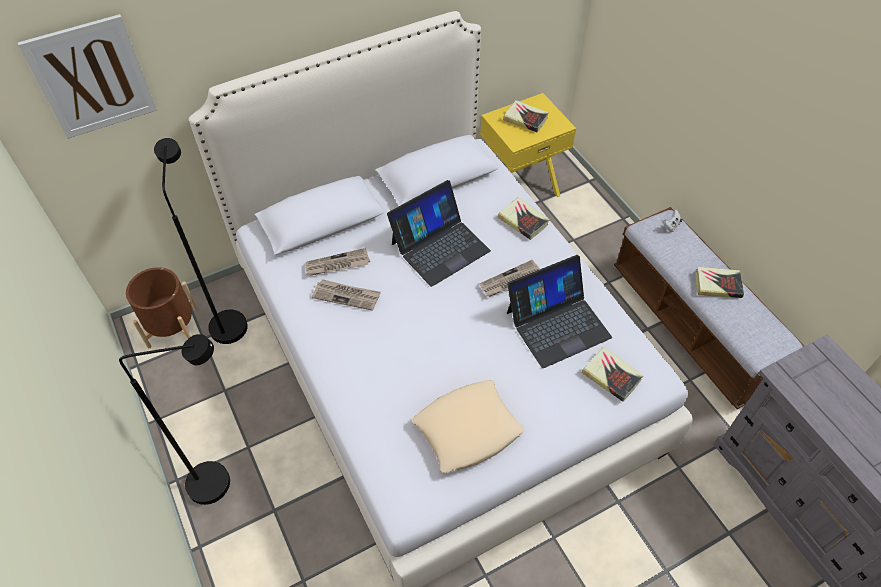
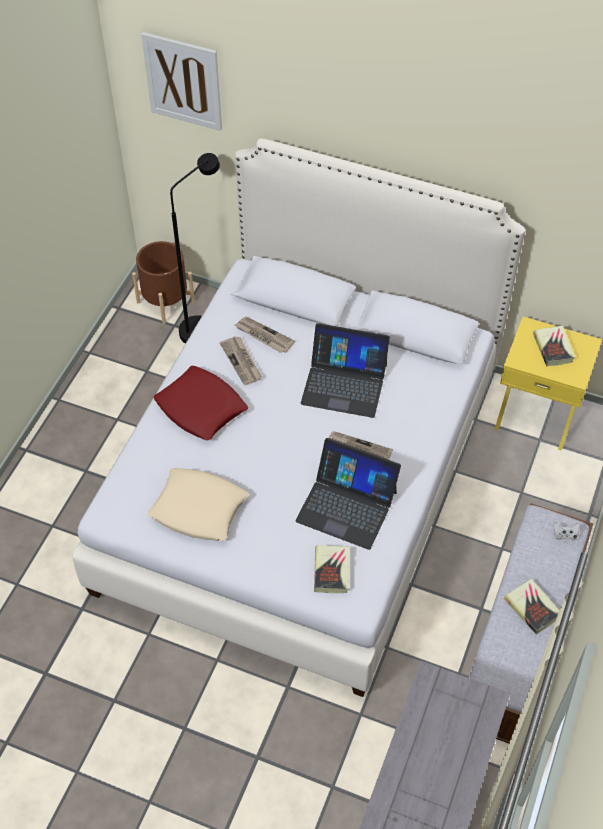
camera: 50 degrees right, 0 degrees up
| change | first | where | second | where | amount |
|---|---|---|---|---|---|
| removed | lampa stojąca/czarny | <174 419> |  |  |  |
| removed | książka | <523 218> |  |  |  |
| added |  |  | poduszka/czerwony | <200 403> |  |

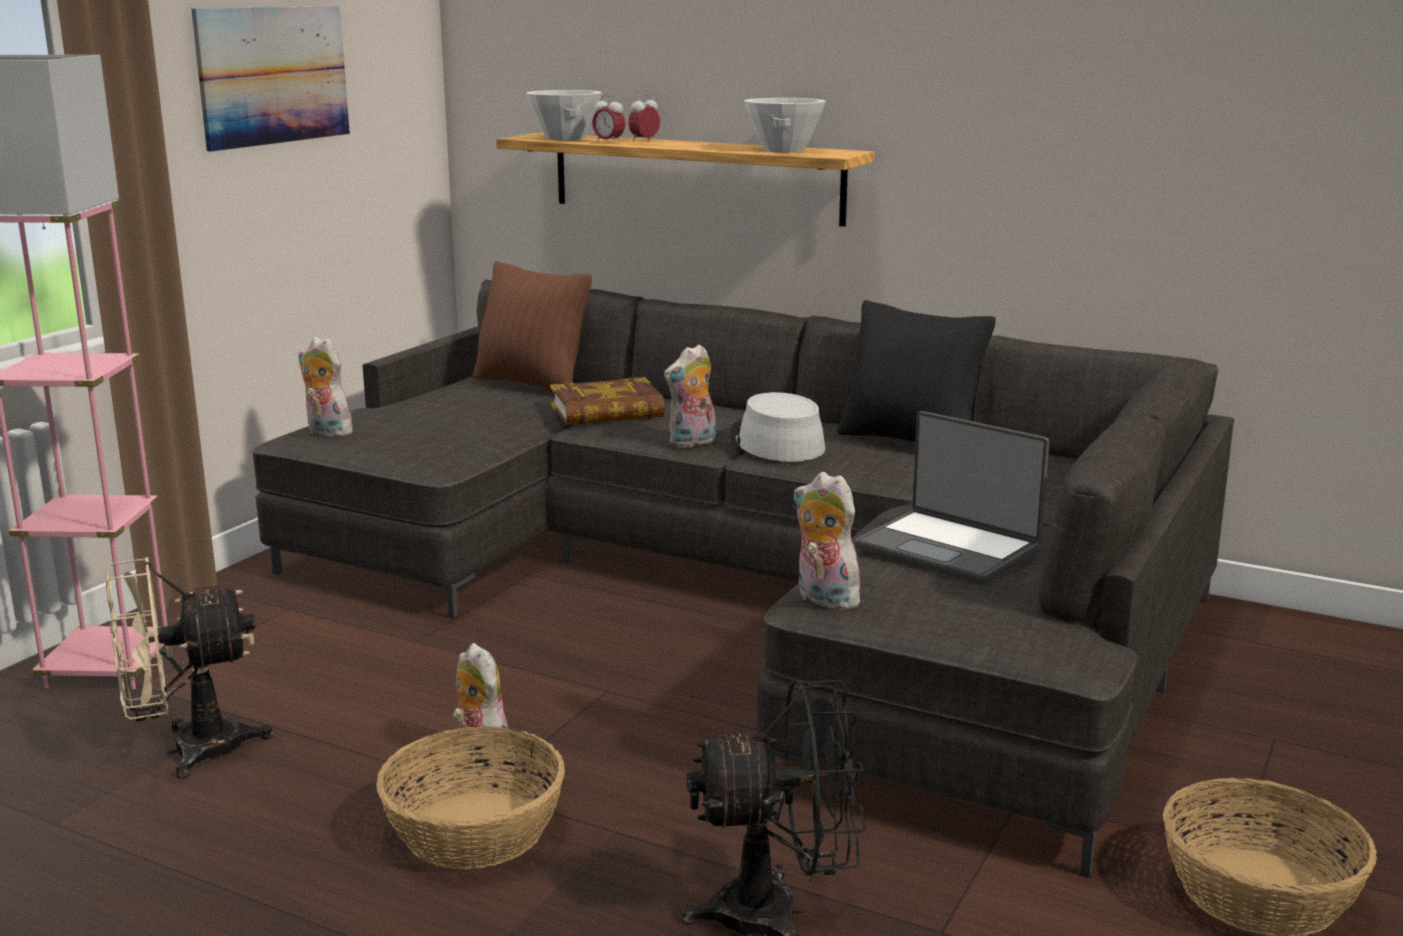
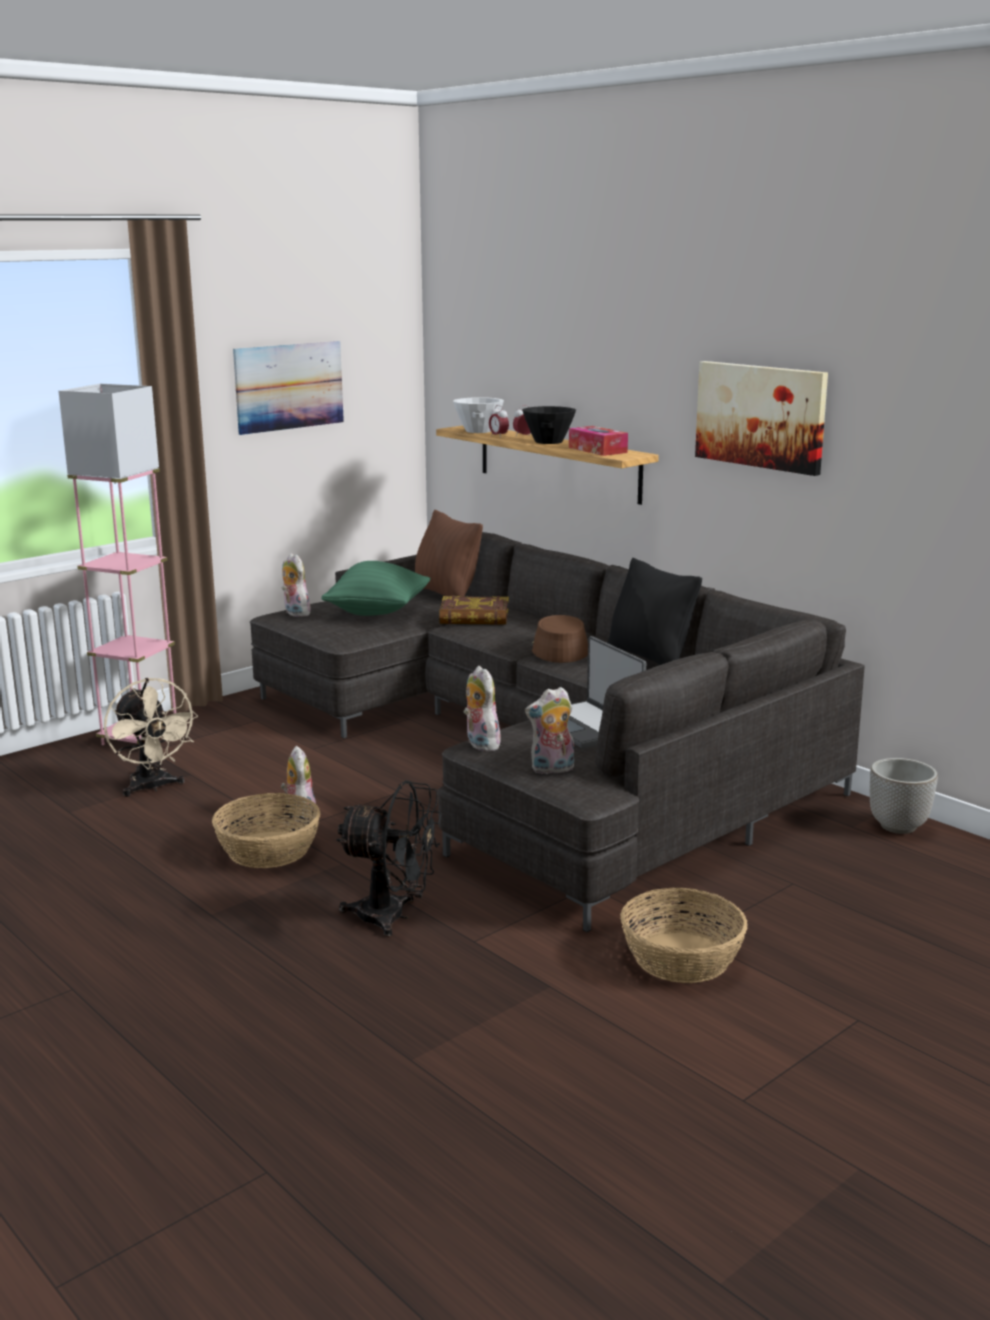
camera: 20 degrees right, 0 degrees up
| change | first | where | second | where | amount |
|---|---|---|---|---|---|
| turned | wentylator/beżowy | <189 668> |  | <151 737> | 120 degrees counterclockwise |
| moved | pluszak | <690 396> |  | <549 731> |  |
| recoloured | kapelusz/szary | <777 427> | kapelusz/brązowy | <560 639> |  |
| replaced | miska/biały | <785 125> | pudełko chusteczek | <598 441> |  |
| added |  |  | poduszka/zielony | <376 588> |  |
| added |  |  | miska/czarny | <549 425> |  |
| added |  |  | obraz | <761 418> |  |
| added |  |  | donica | <904 796> |  |

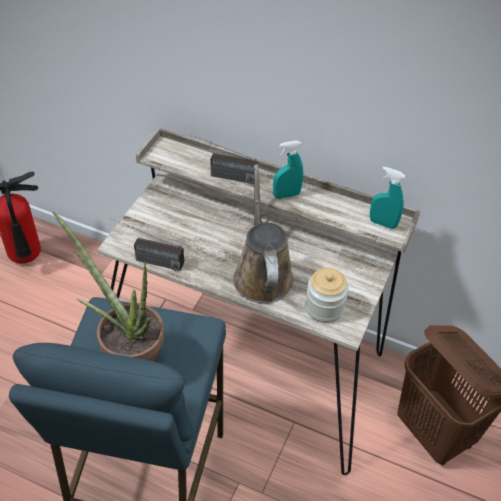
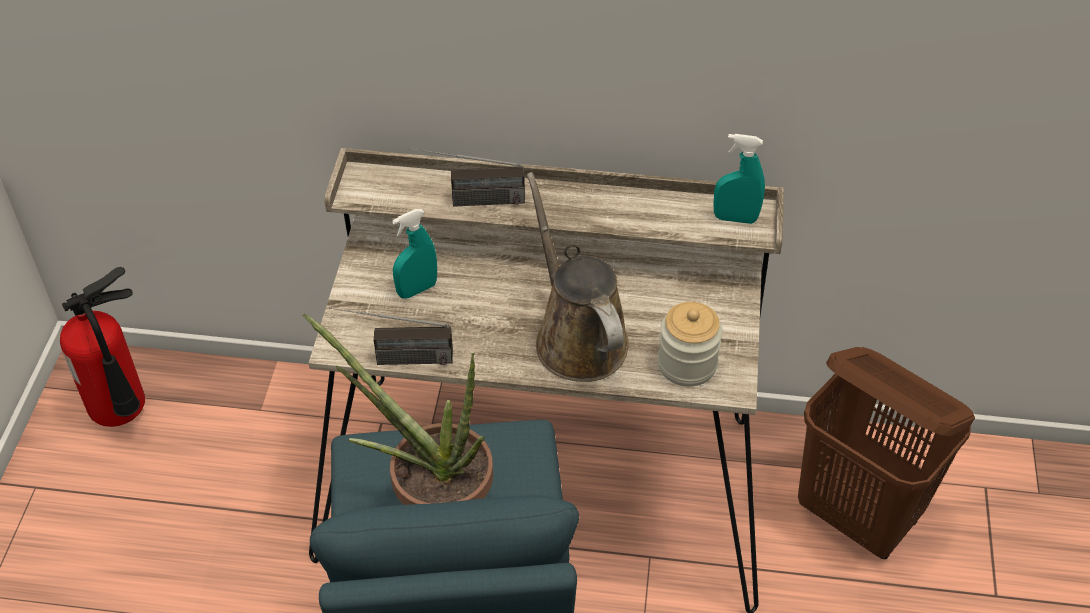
camera: 15 degrees left, 0 degrees up
| change | first | where | second | where | amount |
|---|---|---|---|---|---|
| moved | spryskiwacz/turkusowy | <288 170> |  | <414 254> |  |

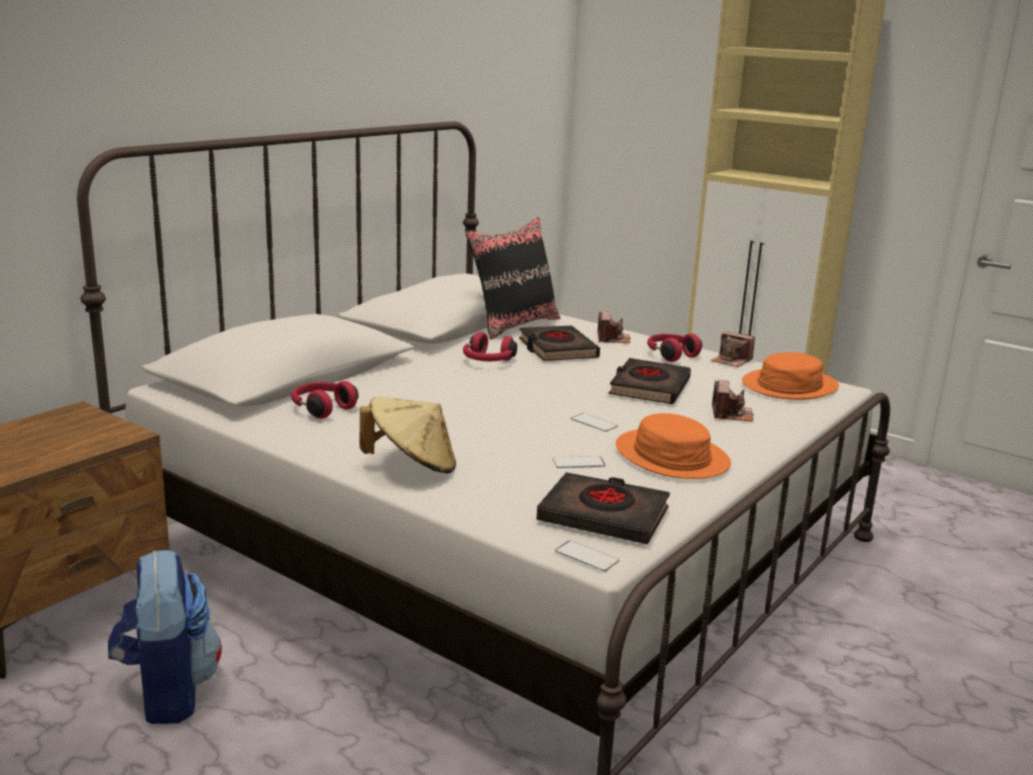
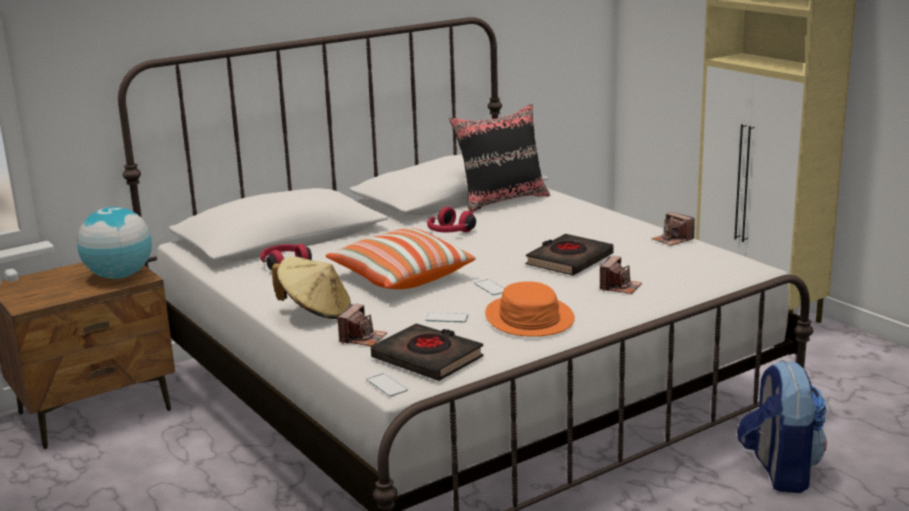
camera: 20 degrees right, 0 degrees up
| change | first | where | second | where | amount |
|---|---|---|---|---|---|
| moved | plecak | <165 637> |  | <782 426> |  |
| removed | książka/czarny | <559 343> |  |  |  |
| moved | aparat fotograficzny | <614 327> |  | <362 325> |  |
| removed | słuchawki/czerwony | <674 348> |  |  |  |
| removed | kapelusz/pomarańczowy | <790 376> |  |  |  |
| added |  |  | globus | <114 243> |  |
| added |  |  | poduszka | <401 258> |  |

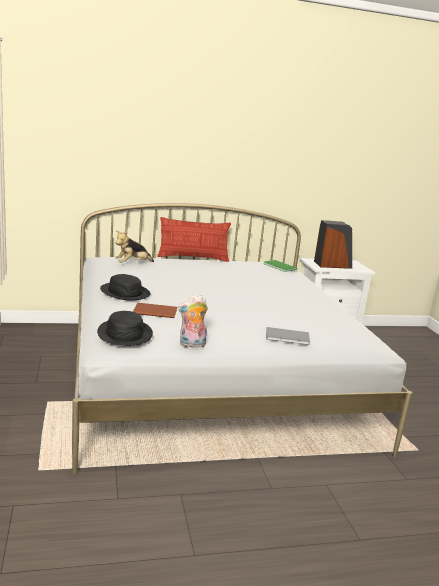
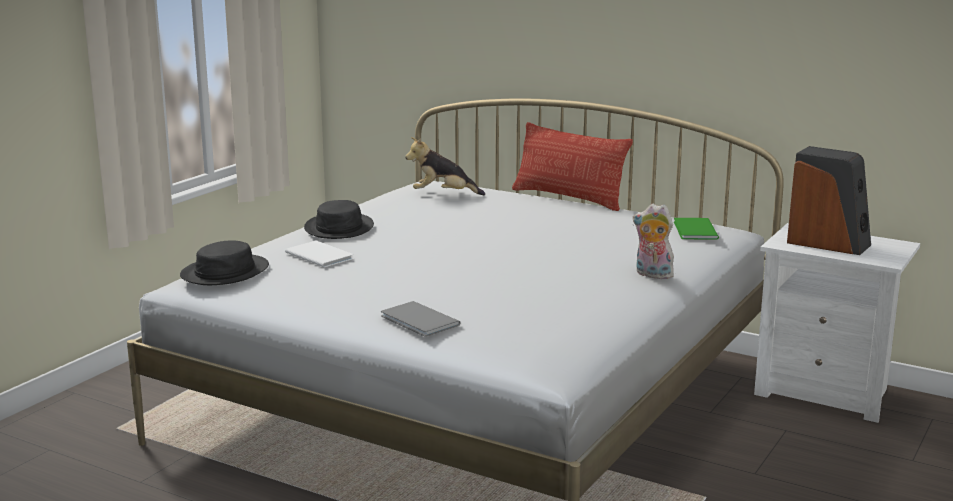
camera: 45 degrees right, 0 degrees up
| change | first | where | second | where | amount |
|---|---|---|---|---|---|
| recoloured | książka/brązowy | <155 310> | książka/biały | <319 254> |  |
| moved | pluszak | <193 321> |  | <655 241> |  |

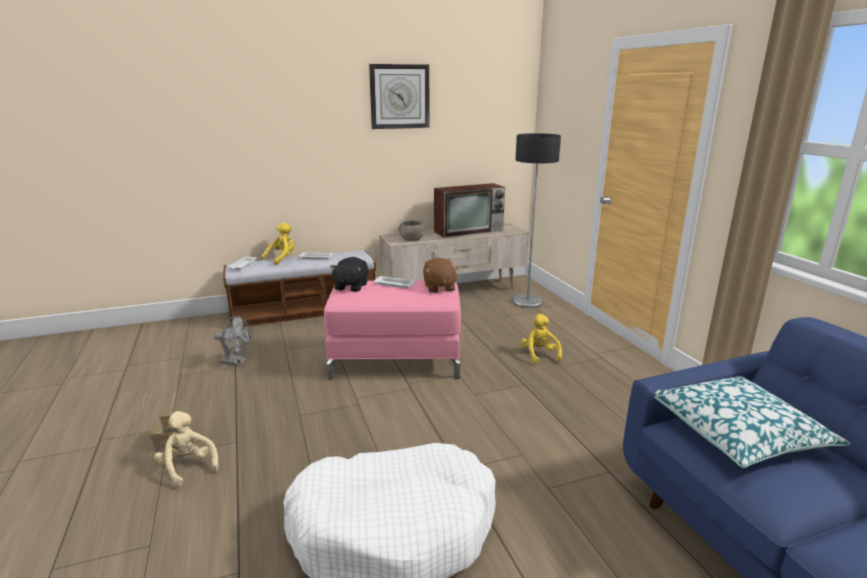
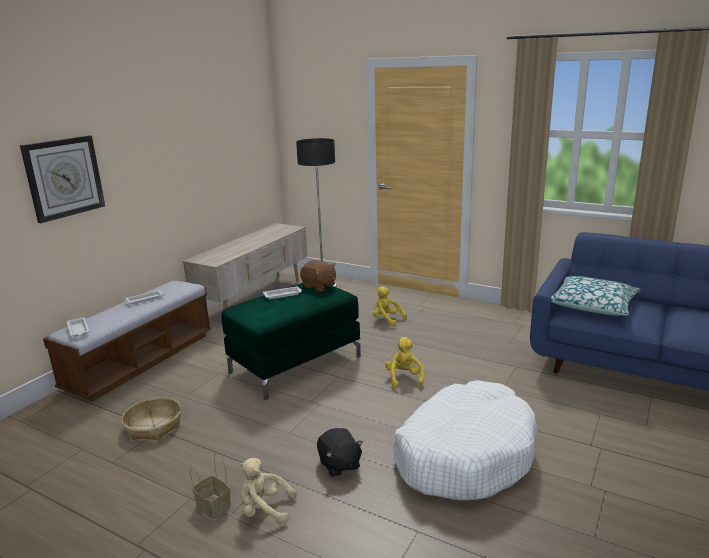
camera: 40 degrees left, 0 degrees up
| change | first | where | second | where | amount |
|---|---|---|---|---|---|
| replaced | wentylator/szary | <232 340> | koszyk | <151 418> |  |
| moved | pluszak/żółty | <278 244> |  | <405 362> |  |
| recoloured | pufa/różowy | <392 330> | pufa/zielony | <291 341> |  |
| moved | pluszak/czarny | <349 274> |  | <340 452> |  |
| moved | zegar ścienny | <399 96> |  | <62 179> |  |
| removed | miska/szary | <411 230> |  |  |  |
| removed | telewizor | <469 210> |  |  |  |

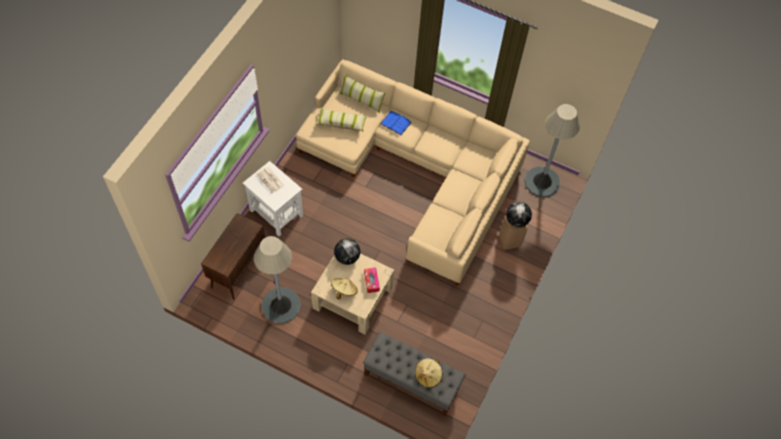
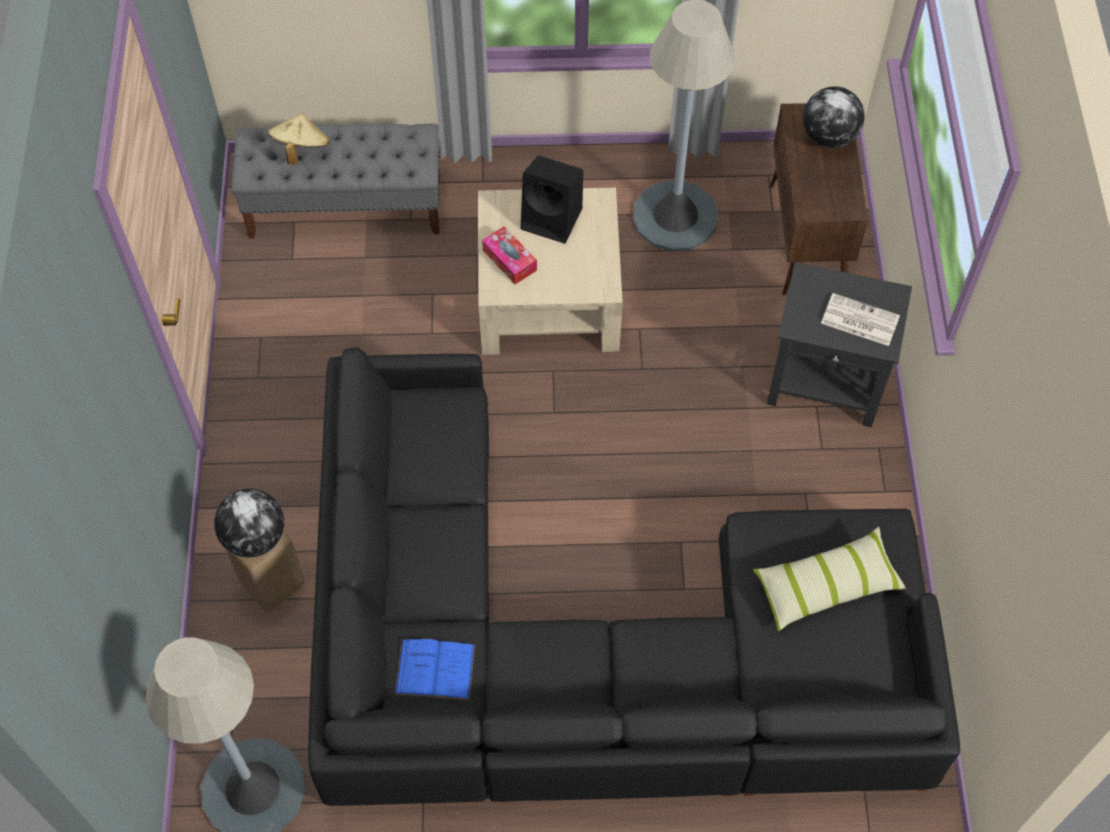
camera: 155 degrees right, 0 degrees up
| change | first | where | second | where | amount |
|---|---|---|---|---|---|
| recoloured | stolik/biały | <272 198> | stolik/czarny | <839 344> |  |
| recoloured | kanapa/beżowy | <413 172> | kanapa/czarny | <634 576> |  |
| replaced | kapelusz/beżowy | <344 288> | głośnik/czarny | <552 199> |  |
| moved | globus | <347 251> |  | <834 117> |  |
| removed | poduszka | <362 93> |  |  |  |
| moved | książka/niebieski | <396 123> |  | <434 669> |  |

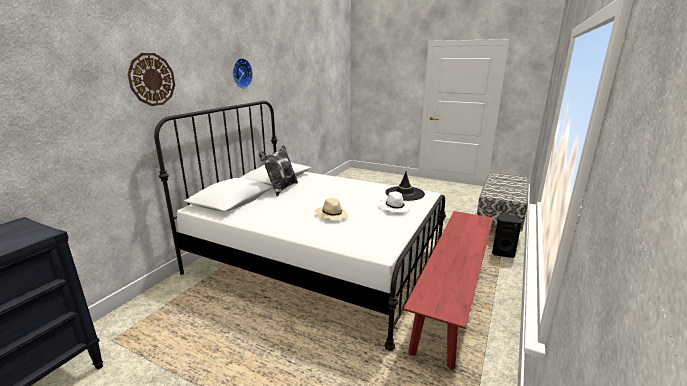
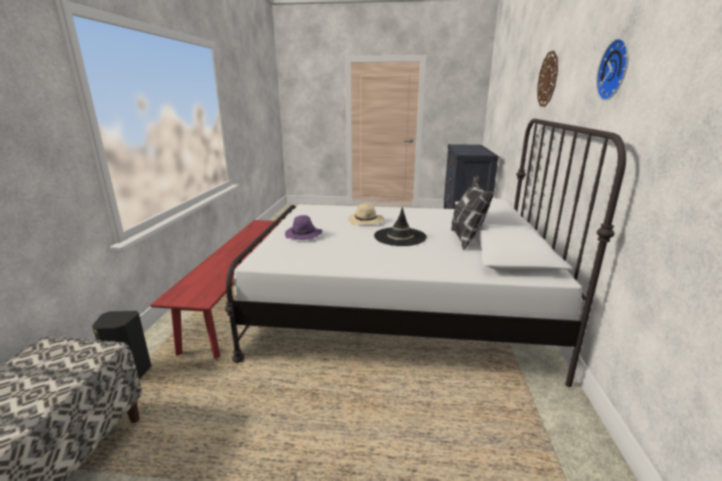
camera: 160 degrees right, 0 degrees up
| change | first | where | second | where | amount |
|---|---|---|---|---|---|
| recoloured | kapelusz/biały | <394 201> | kapelusz/fioletowy | <303 227> |  |
| moved | kapelusz/czarny | <405 186> |  | <400 226> |  |

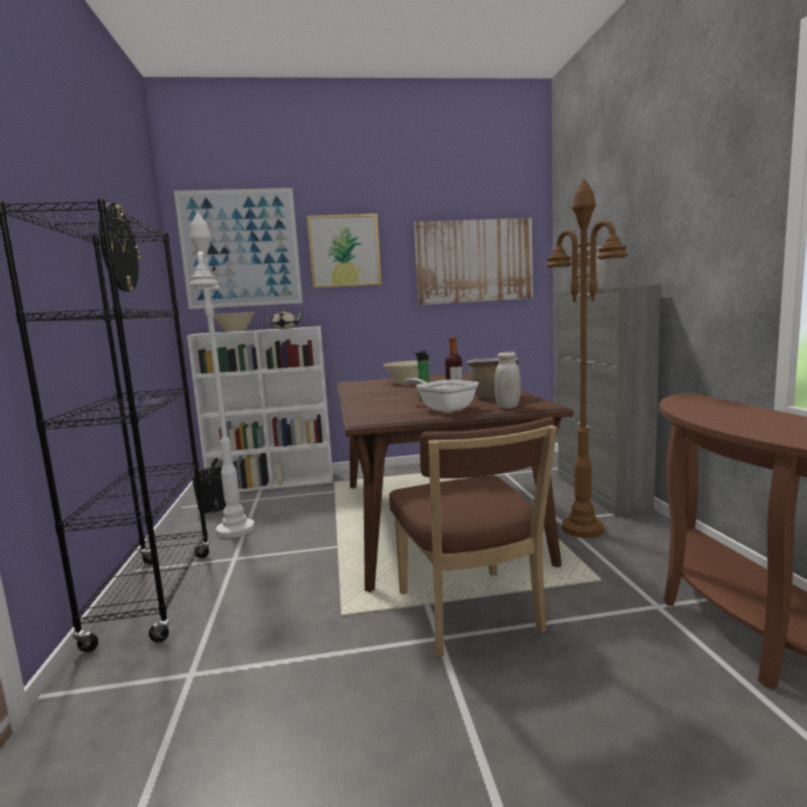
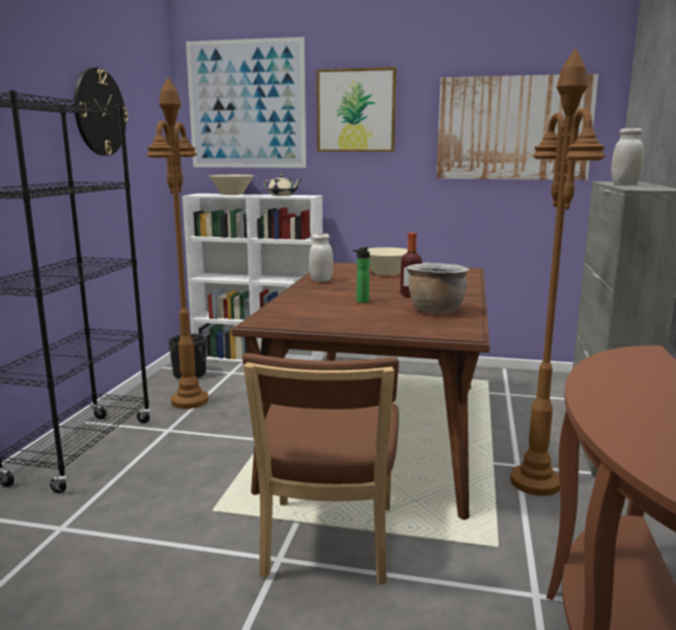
camera: 20 degrees right, 5 degrees up
| change | first | where | second | where | amount |
|---|---|---|---|---|---|
| recoloured | lampa stojąca/biały | <222 375> | lampa stojąca/brązowy | <178 243> |  |
| removed | patelnia | <442 395> |  |  |  |
| moved | słoik/biały | <508 380> |  | <321 257> |  |

